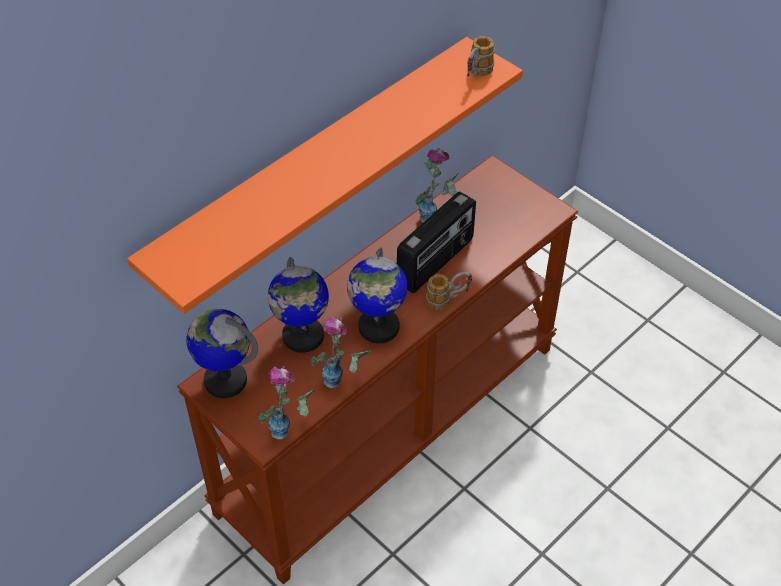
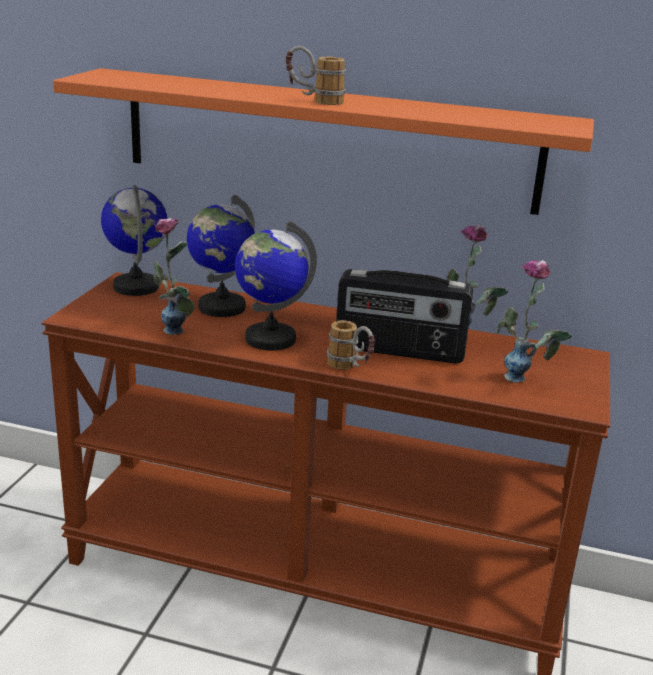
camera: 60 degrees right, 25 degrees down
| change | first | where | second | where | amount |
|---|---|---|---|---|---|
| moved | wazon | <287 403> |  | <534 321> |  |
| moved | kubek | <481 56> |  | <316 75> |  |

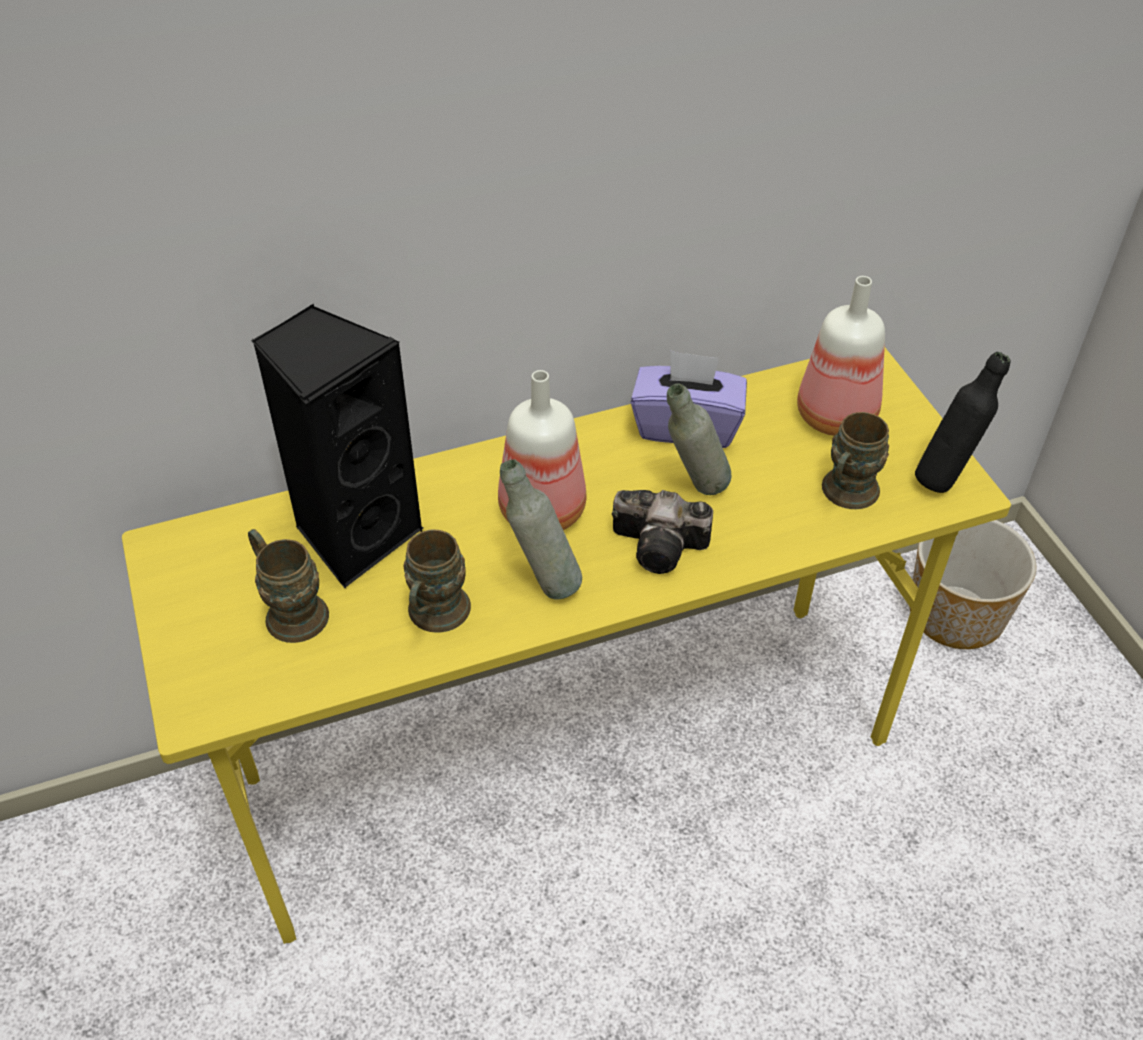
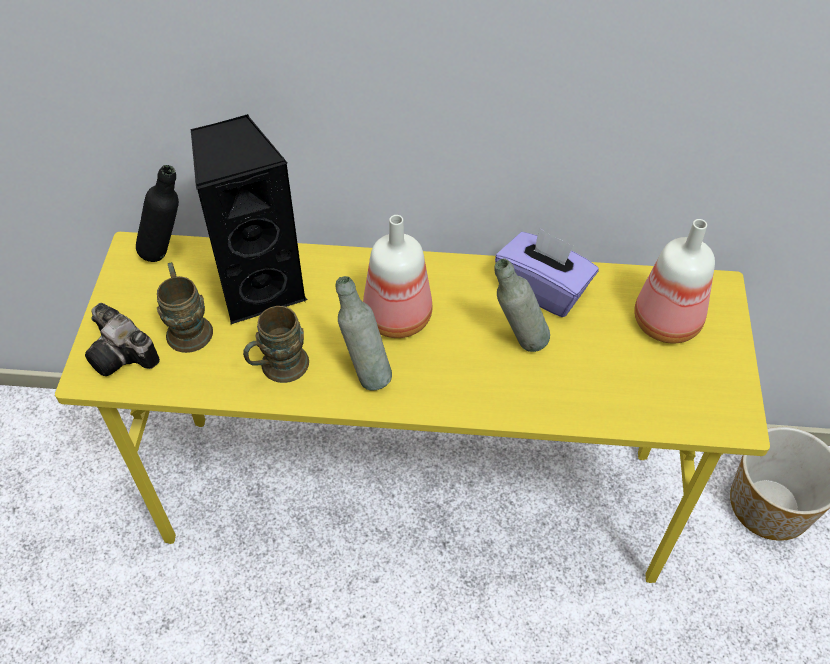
camera: 25 degrees right, 5 degrees up
| change | first | where | second | where | amount |
|---|---|---|---|---|---|
| moved | aparat fotograficzny | <662 532> |  | <122 339> |  |
| removed | kubek/brązowy | <855 460> |  |  |  |
| moved | butelka/czarny | <963 422> |  | <157 213> |  |

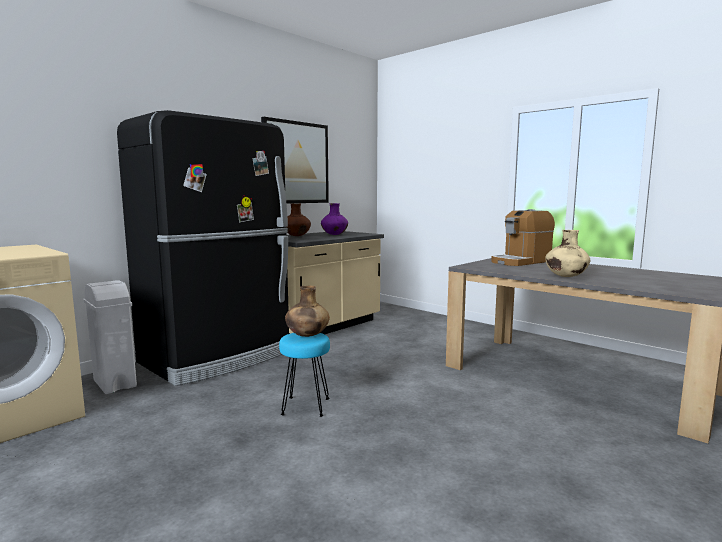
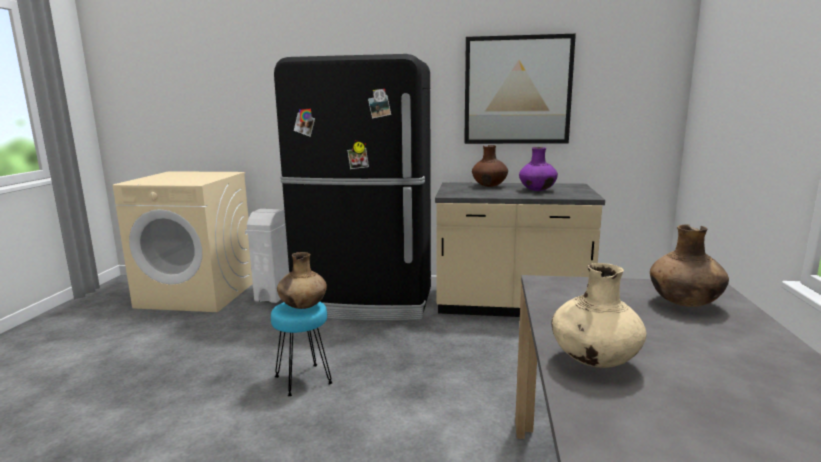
camera: 55 degrees right, 5 degrees up
| change | first | where | second | where | amount |
|---|---|---|---|---|---|
| replaced | ekspres do kawy | <523 237> | wazon/brązowy | <689 265> |  |

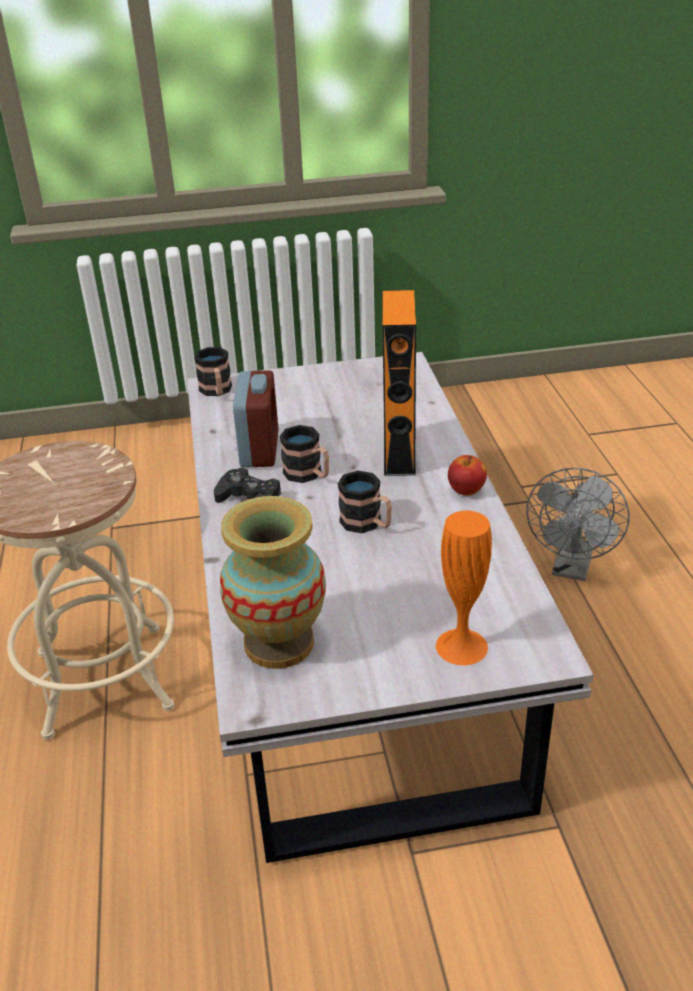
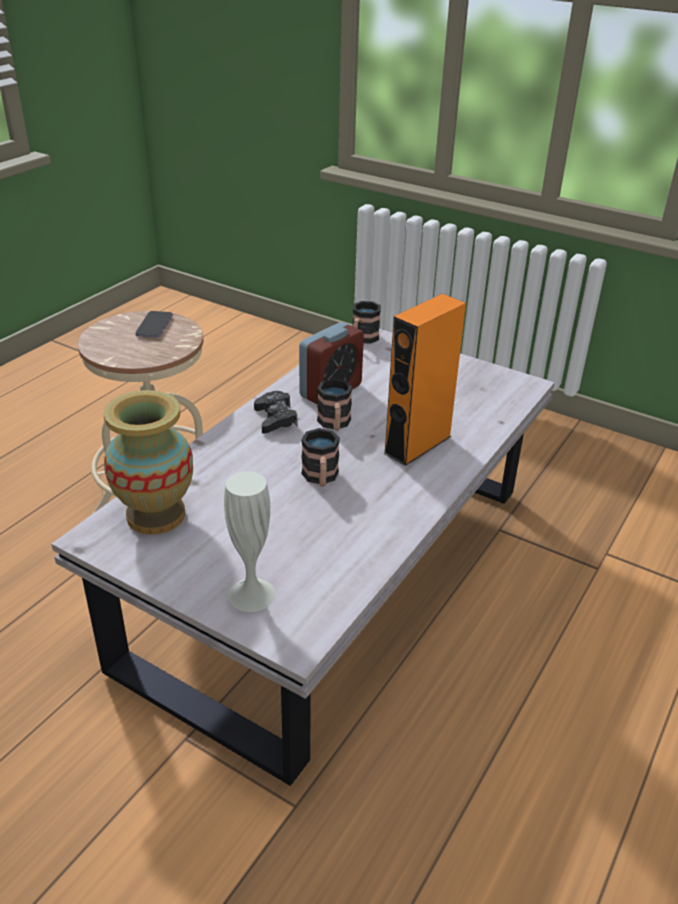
camera: 40 degrees right, 0 degrees up
| change | first | where | second | where | amount |
|---|---|---|---|---|---|
| recoloured | wazon/pomarańczowy | <464 588> | wazon/biały | <250 541> |  |
| removed | jabłko | <467 475> |  |  |  |
| removed | wentylator/szary | <578 524> |  |  |  |
| added |  |  | telefon | <154 324> |  |

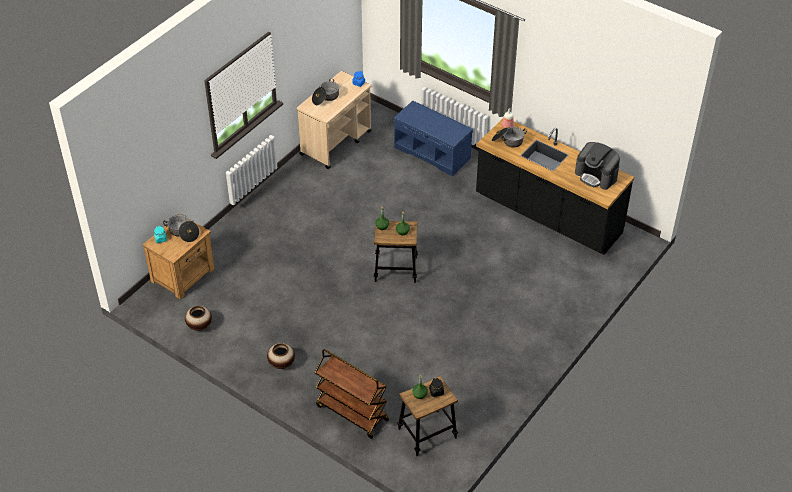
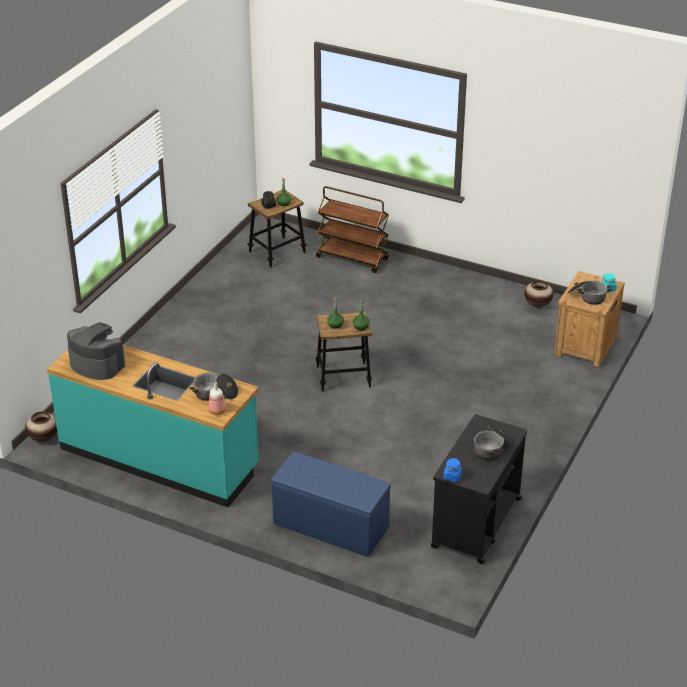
camera: 170 degrees right, 10 degrees down
| change | first | where | second | where | amount |
|---|---|---|---|---|---|
| moved | wazon | <281 356> |  | <41 426> |  |
| recoloured | wózek/beżowy | <334 120> | wózek/czarny | <479 489> |  |
| recoloured | zabudowa kuchenna/czarny | <555 187> | zabudowa kuchenna/turkusowy | <153 426> |  |

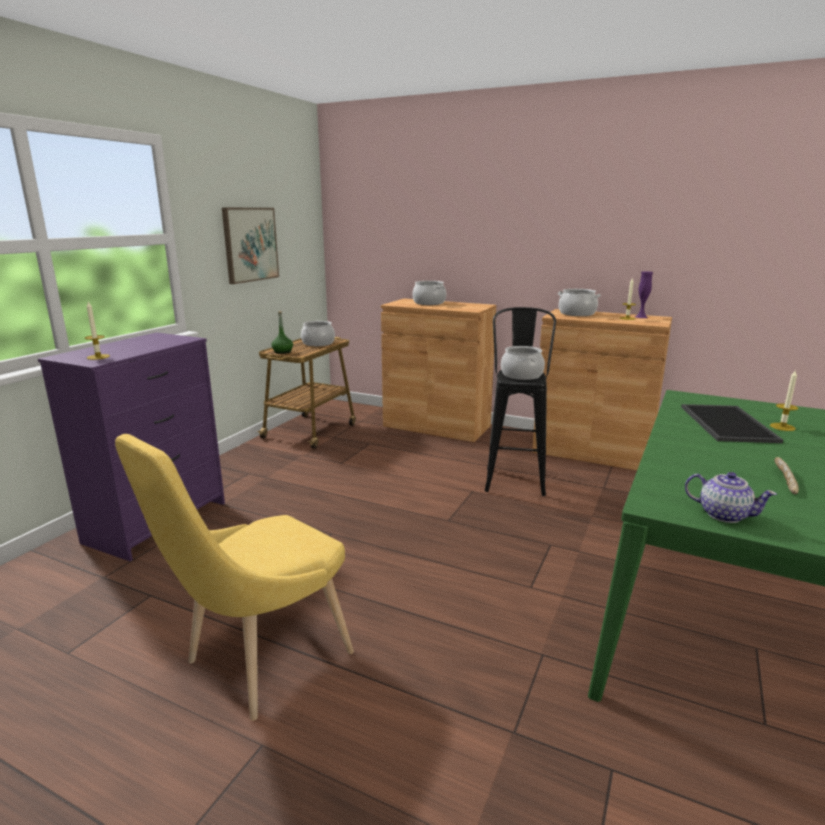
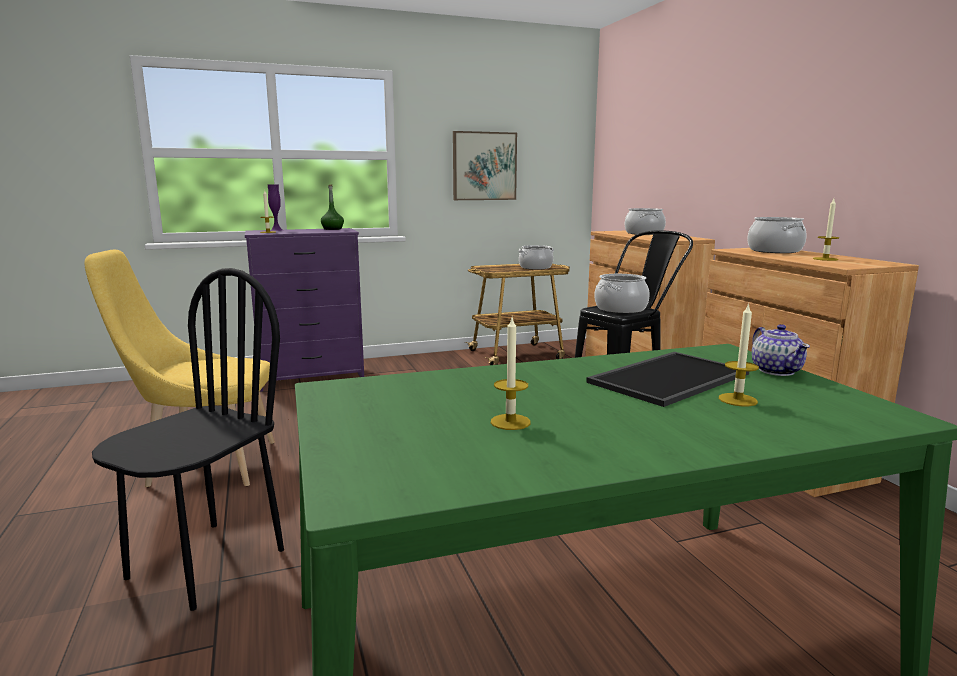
camera: 45 degrees right, 5 degrees down
| change | first | where | second | where | amount |
|---|---|---|---|---|---|
| moved | butelka/zielony | <282 332> |  | <332 207> |  |
| moved | wazon/fioletowy | <644 294> |  | <274 207> |  |
| moved | imbryk | <731 497> |  | <781 350> |  |
| replaced | chleb | <786 475> | świeca | <511 374> |  |
| added |  |  | krzesło/czarny | <188 439> |  |

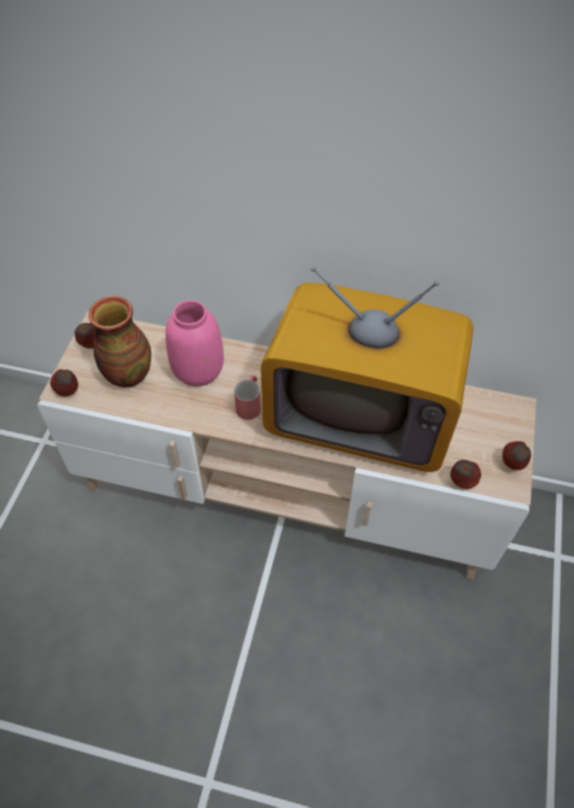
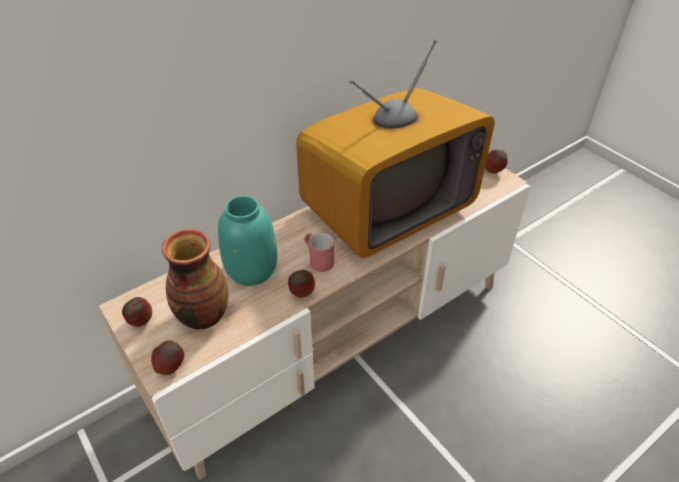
camera: 50 degrees left, 10 degrees down
| change | first | where | second | where | amount |
|---|---|---|---|---|---|
| recoloured | wazon/różowy | <195 343> | wazon/turkusowy | <247 241> |  |
| moved | jabłko | <465 474> |  | <301 284> |  |

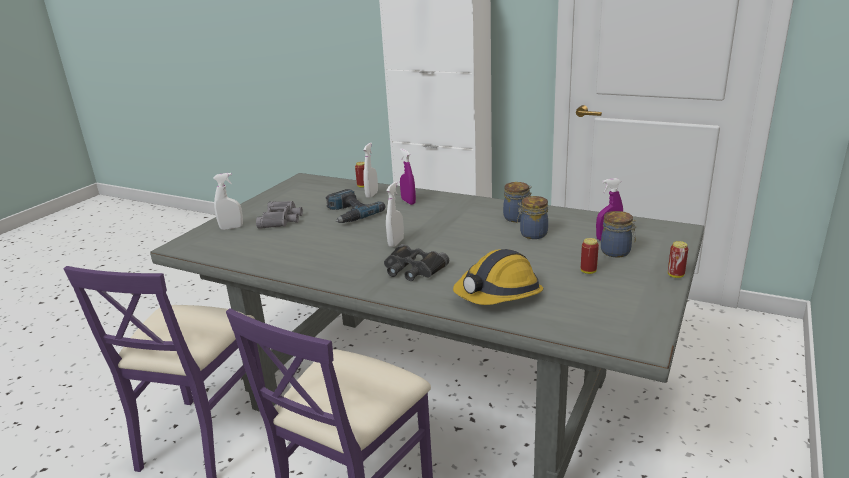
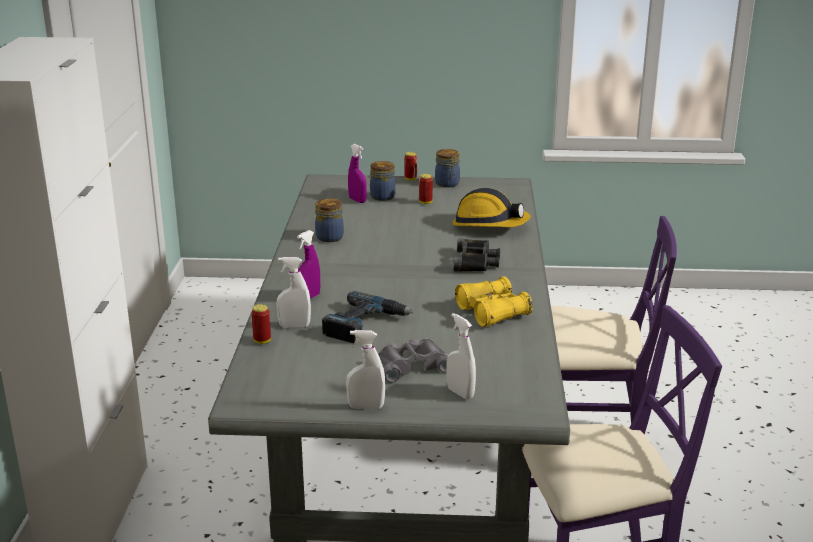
camera: 115 degrees left, 0 degrees up
| change | first | where | second | where | amount |
|---|---|---|---|---|---|
| moved | spryskiwacz/biały | <395 214> |  | <365 369> |  |
| moved | słoik | <532 217> |  | <447 168> |  |
| added |  |  | lornetka/żółty | <494 301> |  |

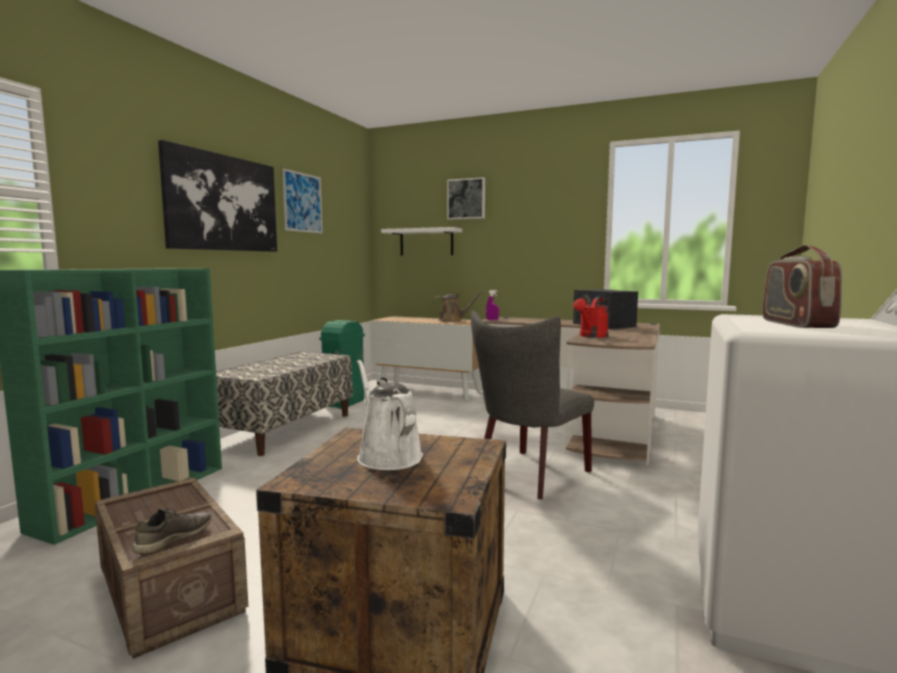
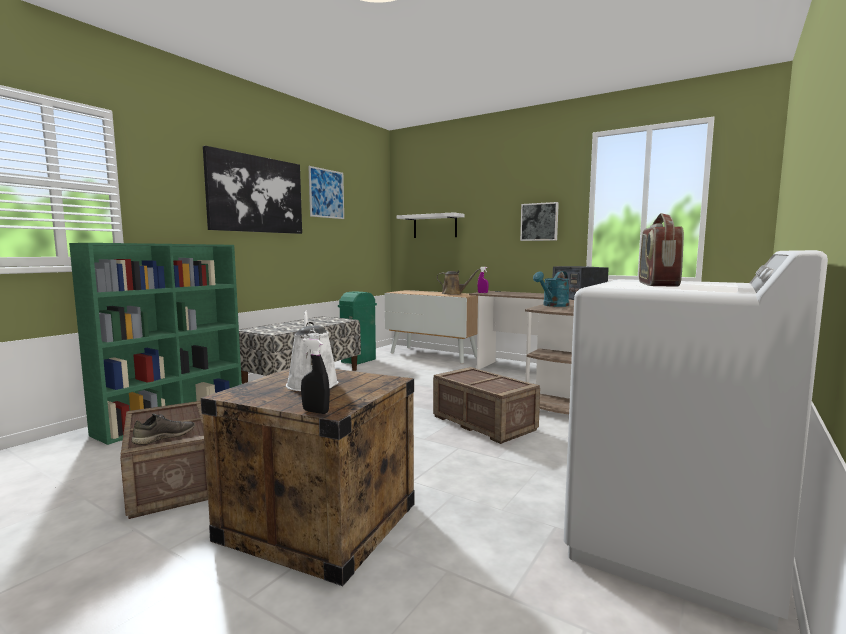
camera: 10 degrees right, 0 degrees up
| change | first | where | second | where | amount |
|---|---|---|---|---|---|
| moved | obraz | <466 198> |  | <539 221> |  |
| replaced | krzesło/szary | <532 405> | skrzynka | <486 405> |  |
| recoloured | konewka/czerwony | <590 317> | konewka/turkusowy | <551 289> |  |
| added |  |  | spryskiwacz/czarny | <315 376> |  |

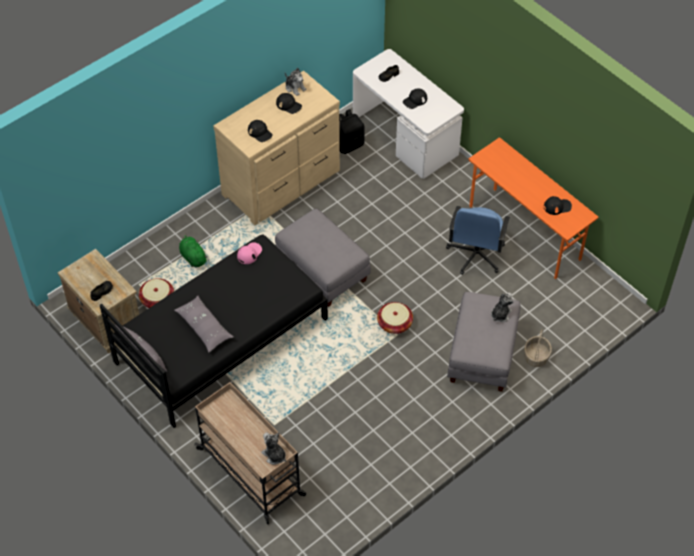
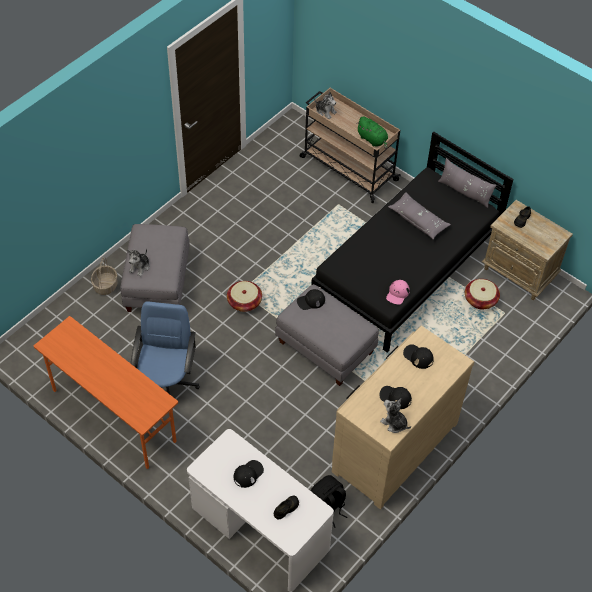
camera: 170 degrees right, 0 degrees up
| change | first | where | second | where | amount |
|---|---|---|---|---|---|
| moved | pluszak/zielony | <193 250> |  | <372 133> |  |
| moved | czapka z daszkiem/czarny | <558 205> |  | <311 299> |  |

